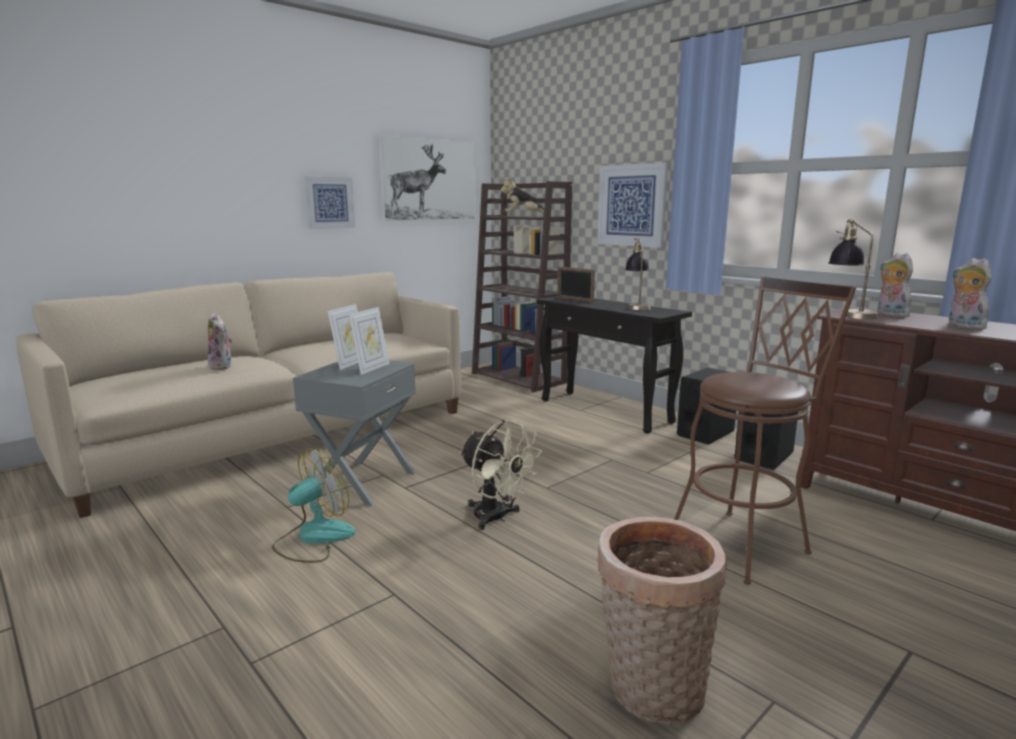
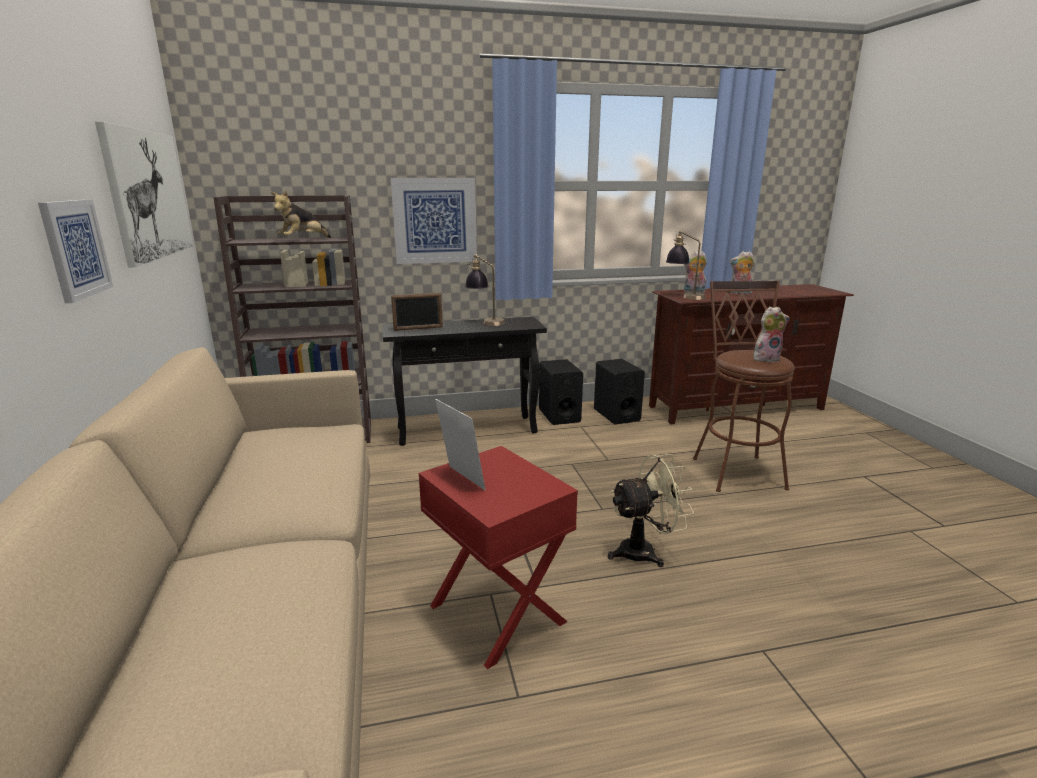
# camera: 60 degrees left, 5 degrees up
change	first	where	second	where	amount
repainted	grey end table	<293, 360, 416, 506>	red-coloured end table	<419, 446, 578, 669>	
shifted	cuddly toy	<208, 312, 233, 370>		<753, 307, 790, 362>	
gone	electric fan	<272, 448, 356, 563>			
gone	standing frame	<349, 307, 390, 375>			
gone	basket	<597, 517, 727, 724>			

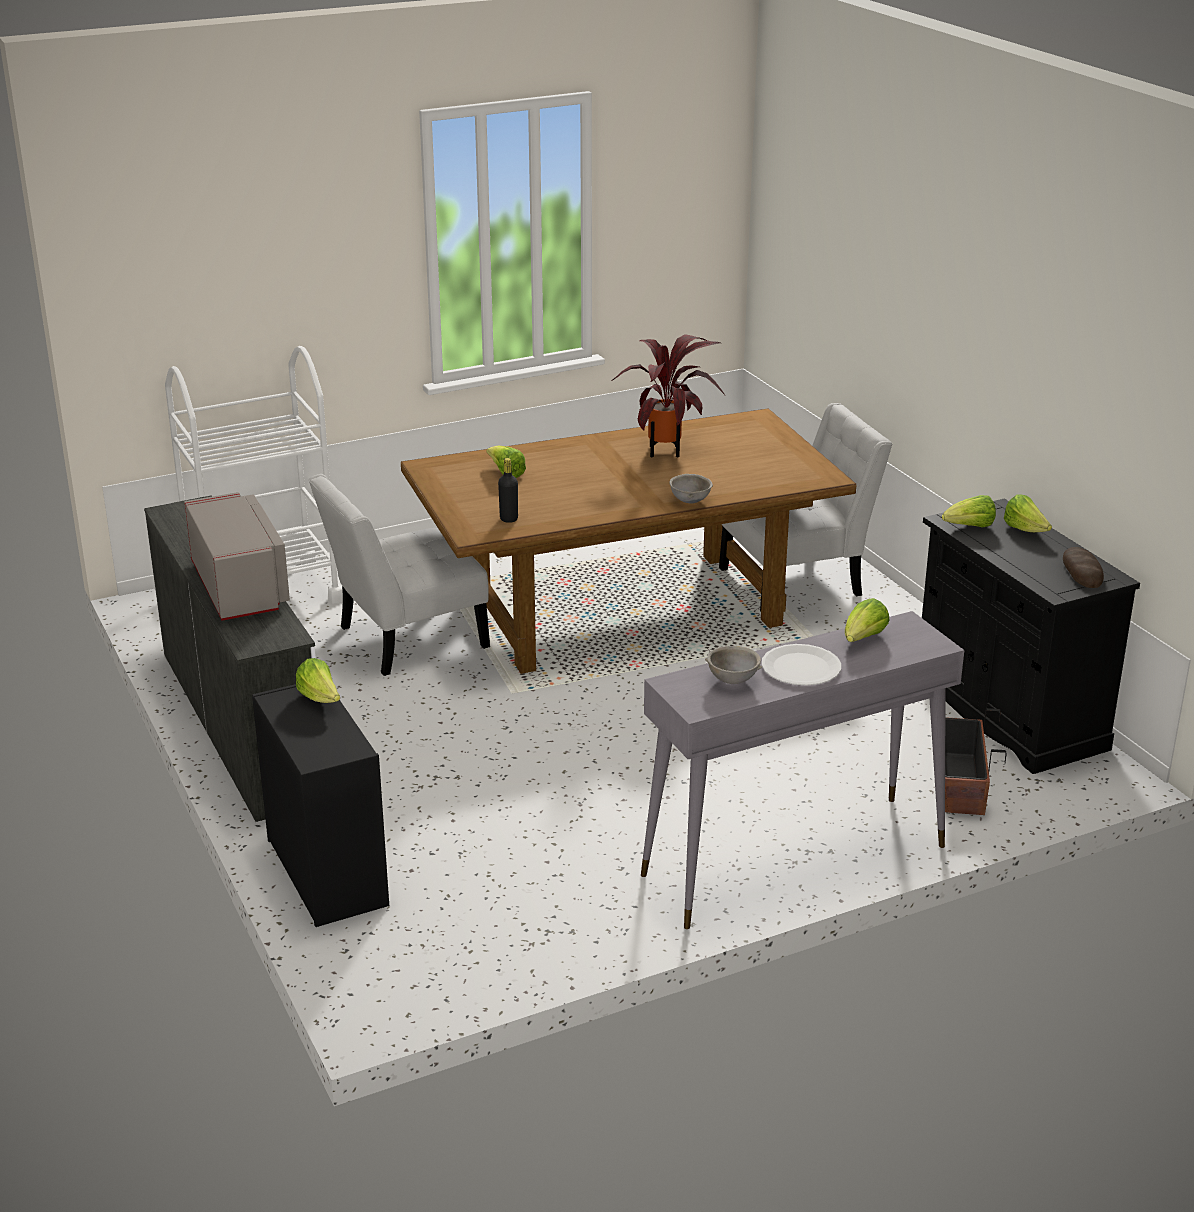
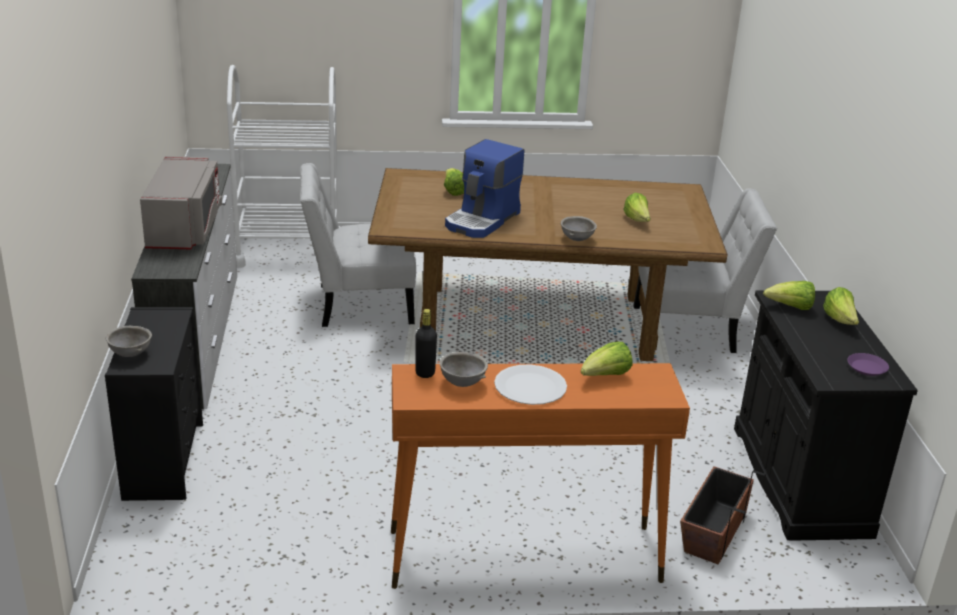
# camera: 20 degrees right, 0 degrees up
change	first	where	second	where	amount
new			grey serving bowl	<106, 326, 152, 357>	
repainted	grey narrow table	<641, 611, 964, 929>	orangey narrow table	<391, 363, 690, 589>	
shifted	blackish beverage bottle	<498, 458, 518, 523>		<415, 309, 437, 378>	
new			coffee brewer	<445, 139, 524, 238>	
shifted	lettuce head	<296, 658, 340, 703>		<623, 193, 651, 222>	
swapped	baked bread	<1063, 547, 1104, 588>	purple-coloured dinner plate	<847, 353, 889, 376>	
gone	houseplant	<611, 334, 725, 457>			

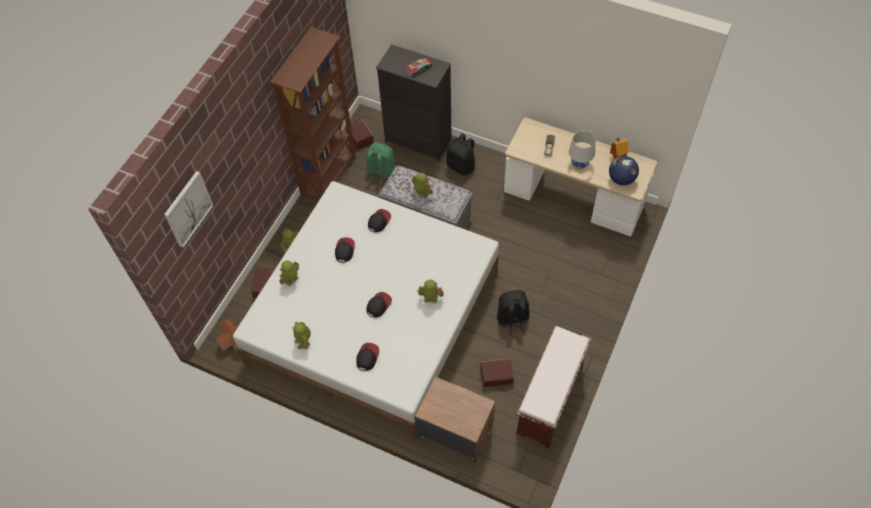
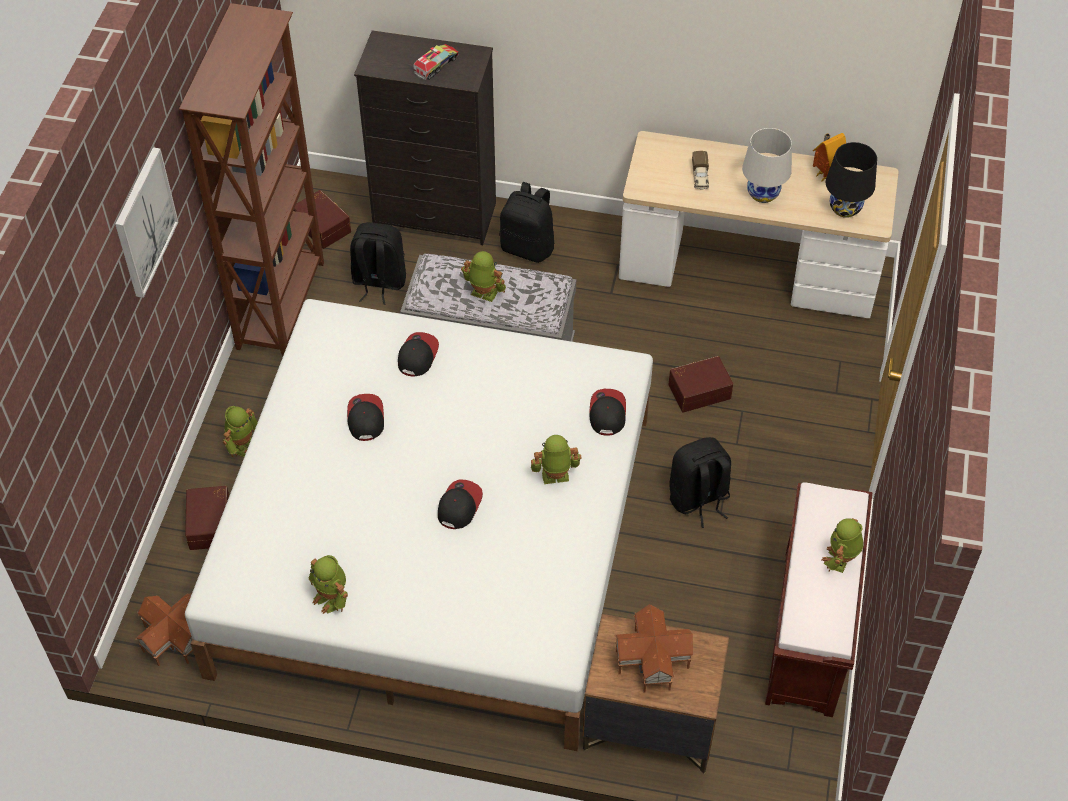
# camera: 15 degrees left, 5 degrees down
change	first	where	second	where	amount
shifted	wall picture	<164, 171, 213, 248>		<115, 147, 178, 298>	
repainted	greenish backpack	<366, 142, 395, 185>	blackish backpack	<350, 222, 406, 305>	
shifted	baseball cap	<356, 343, 379, 371>		<589, 389, 626, 436>	
new			toy house	<614, 604, 694, 692>	
shifted	brown-coloured storage box	<480, 358, 514, 387>		<668, 356, 733, 413>	
shifted	robot figure	<279, 260, 299, 286>		<821, 518, 863, 573>	
swapped	desk globe	<609, 156, 639, 185>	blackish tabletop lamp	<826, 142, 877, 218>	

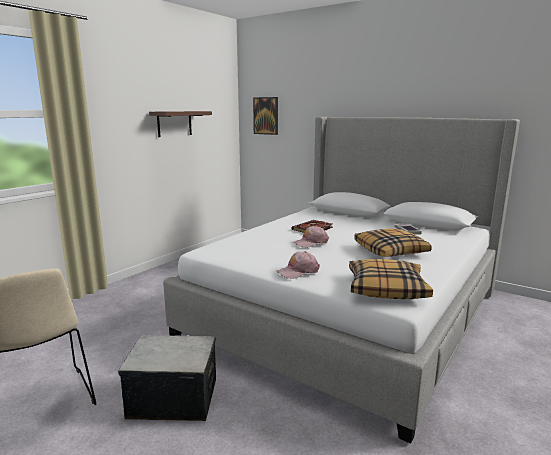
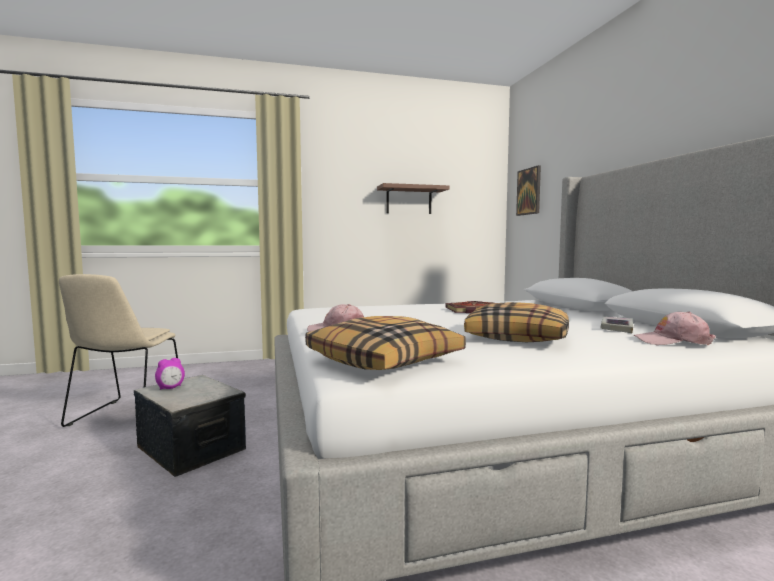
# camera: 40 degrees right, 10 degrees down
change	first	where	second	where	amount
new			bedside clock	<155, 358, 185, 390>	
shifted	pinkish baseball cap	<293, 226, 329, 248>		<634, 311, 716, 345>	

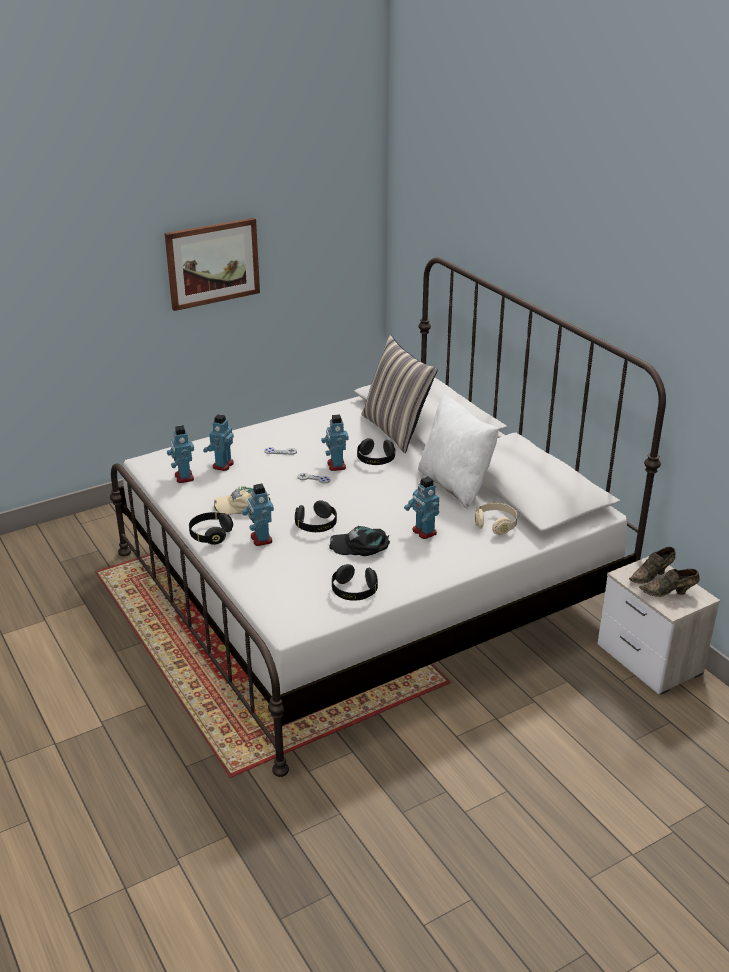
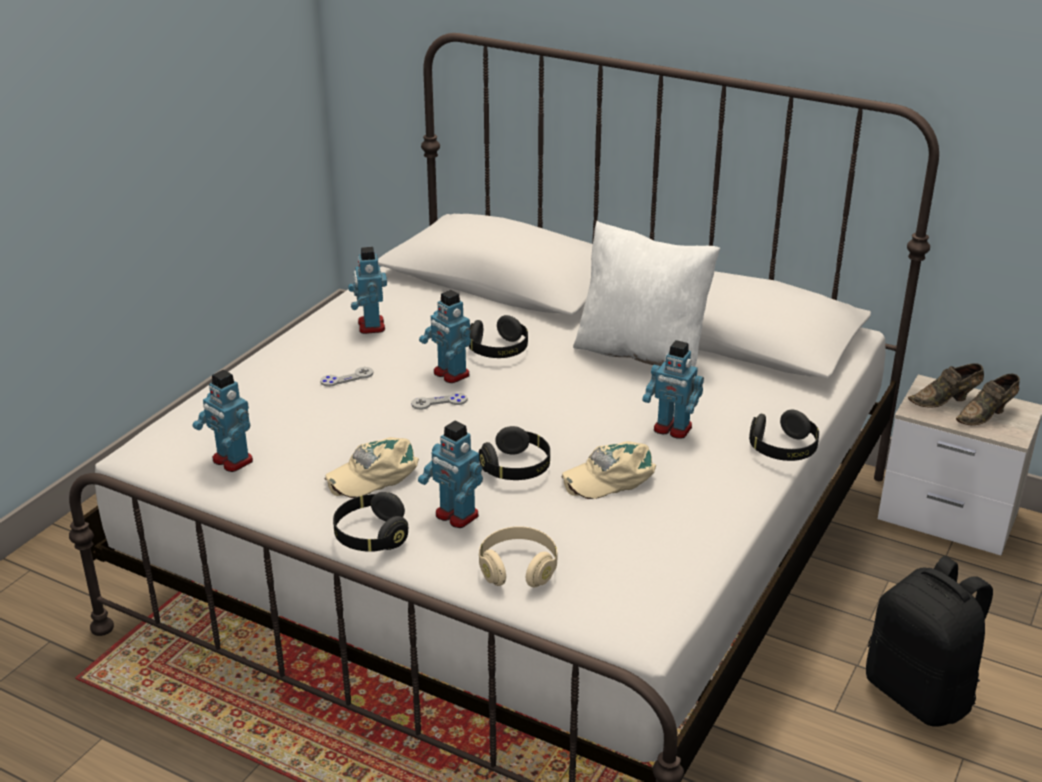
# camera: 30 degrees left, 0 degrees up
change	first	where	second	where	amount
shifted	robot figure	<203, 414, 234, 471>		<348, 247, 387, 334>	
shifted	sand-coloured pair of headphones	<475, 503, 517, 535>		<479, 526, 557, 587>	
repainted	blackish baseball cap	<329, 526, 390, 556>	sand-coloured baseball cap	<561, 441, 656, 499>	
shifted	blackish pair of headphones	<332, 564, 378, 601>		<749, 410, 819, 461>	
new			blackish backpack	<866, 556, 993, 726>	
rotated	brown-coloured item of footwear	<629, 547, 675, 584>		<908, 363, 984, 407>	45 degrees clockwise
gone	wall picture	<165, 218, 260, 311>			
gone	throw pillow	<361, 335, 438, 453>			

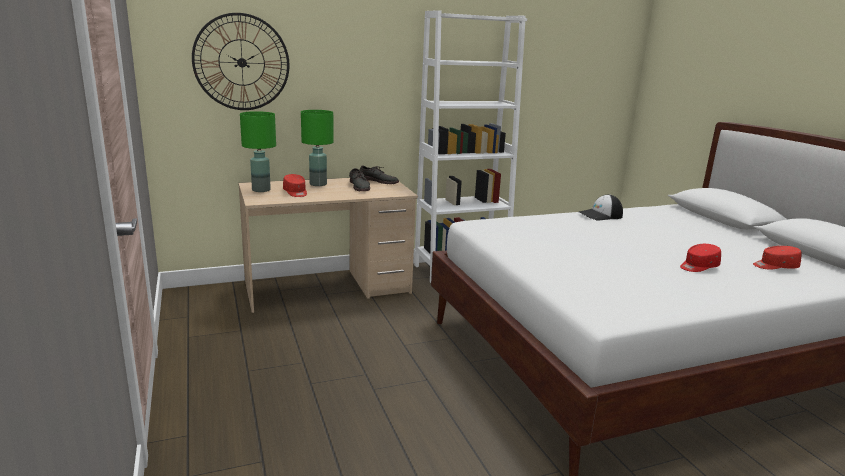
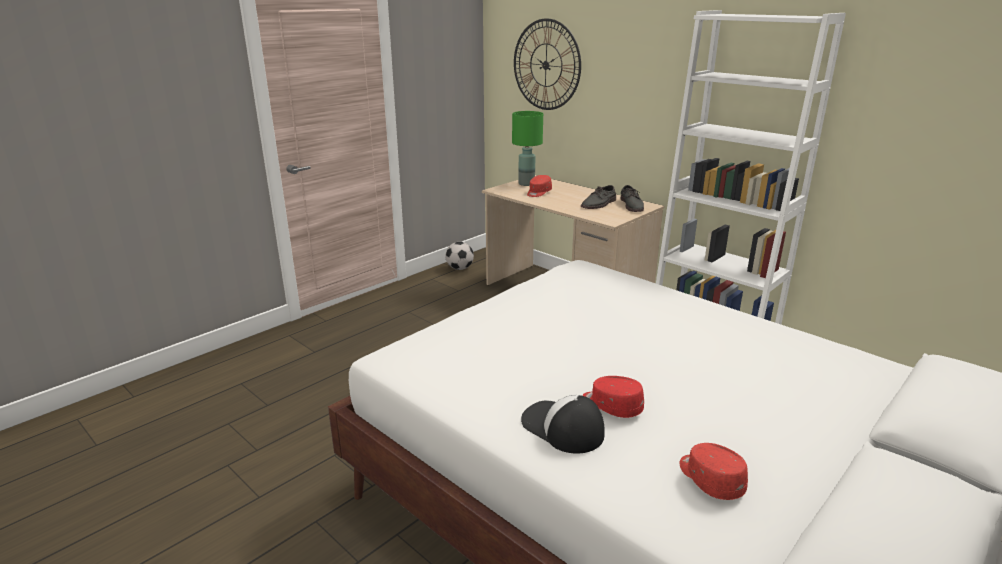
# camera: 65 degrees right, 5 degrees up
change	first	where	second	where	amount
new			ball for football	<446, 242, 474, 270>	
shifted	baseball cap	<579, 194, 623, 220>		<521, 395, 605, 454>	
gone	greenish tabletop lamp	<301, 110, 334, 186>			

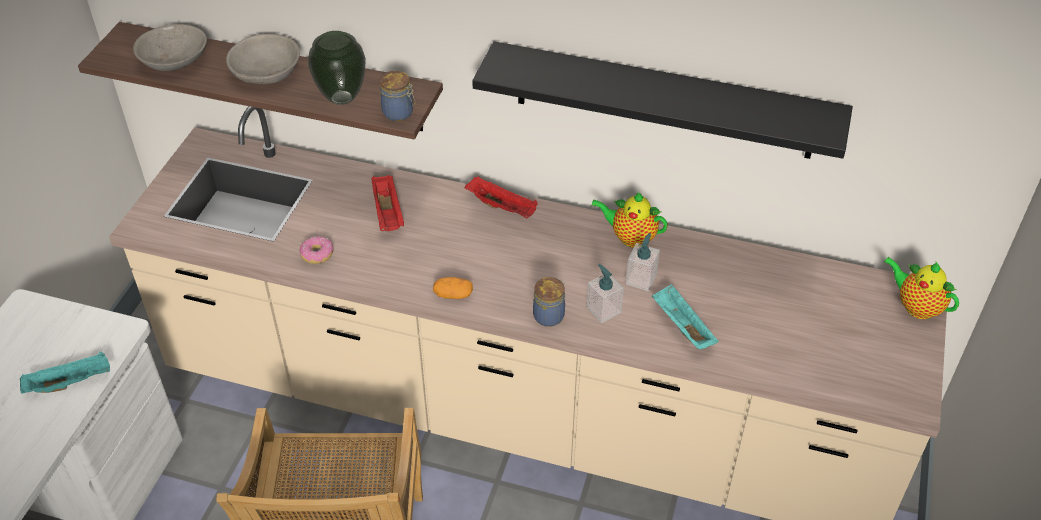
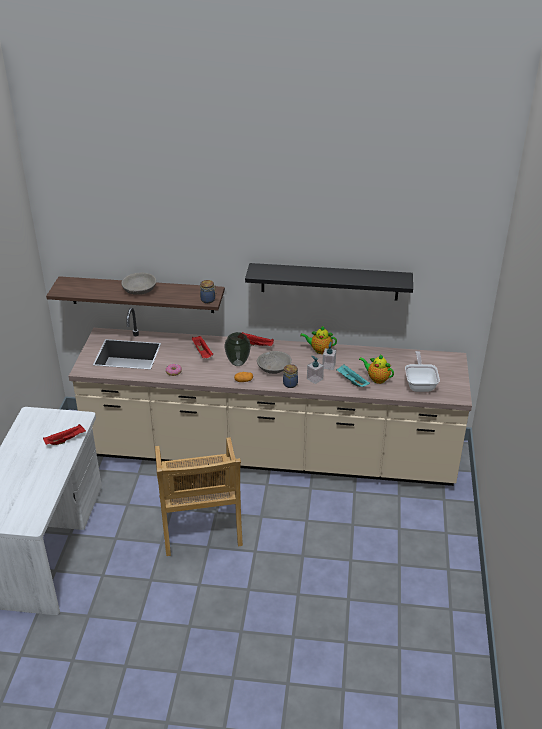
# camera: 10 degrees left, 10 degrees down
change	first	where	second	where	amount
repainted	blue-green carrying tray	<20, 352, 110, 394>	red-coloured carrying tray	<43, 424, 86, 445>	
shifted	vase	<308, 31, 366, 105>		<224, 332, 251, 366>	
shifted	grey serving bowl	<133, 24, 207, 71>		<257, 351, 292, 374>	
shifted	teapot	<884, 257, 959, 319>		<359, 354, 394, 384>	
new			pan	<405, 351, 440, 392>	

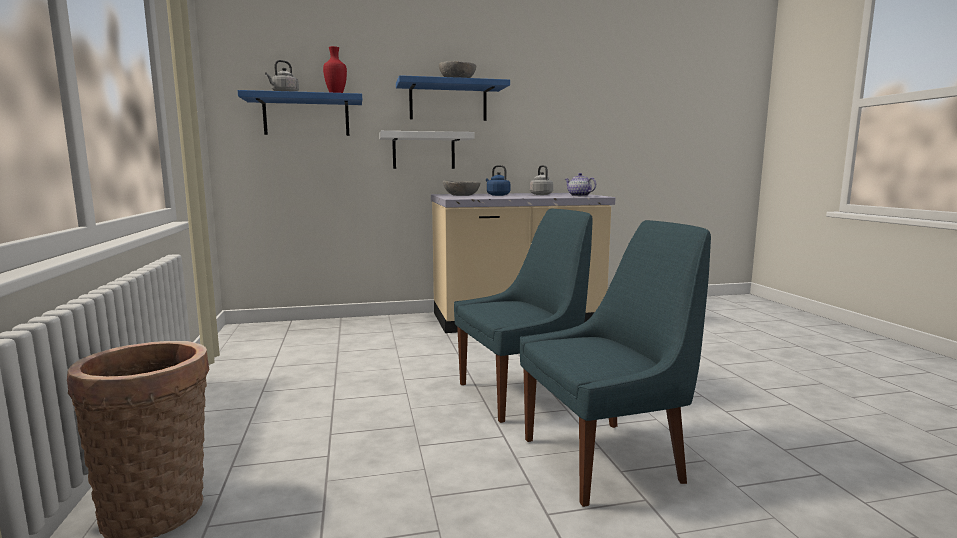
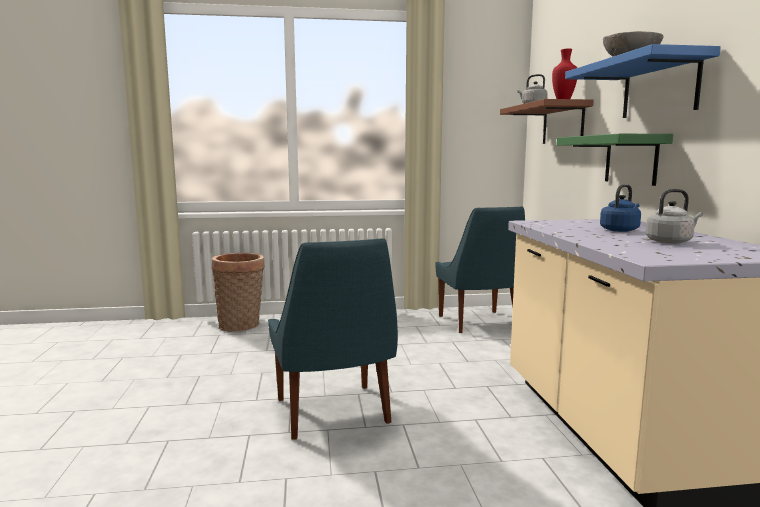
# camera: 95 degrees right, 0 degrees up
change	first	where	second	where	amount
shifted	blue plain chair	<520, 220, 711, 507>		<435, 207, 525, 333>	
repainted	blue bracket shelf	<238, 90, 362, 136>	brown-coloured bracket shelf	<500, 99, 594, 144>	
repainted	whitish bracket shelf	<379, 131, 475, 169>	greenish bracket shelf	<556, 134, 673, 186>	
gone	grey serving bowl	<443, 180, 480, 196>			
gone	teapot	<565, 173, 596, 196>			

